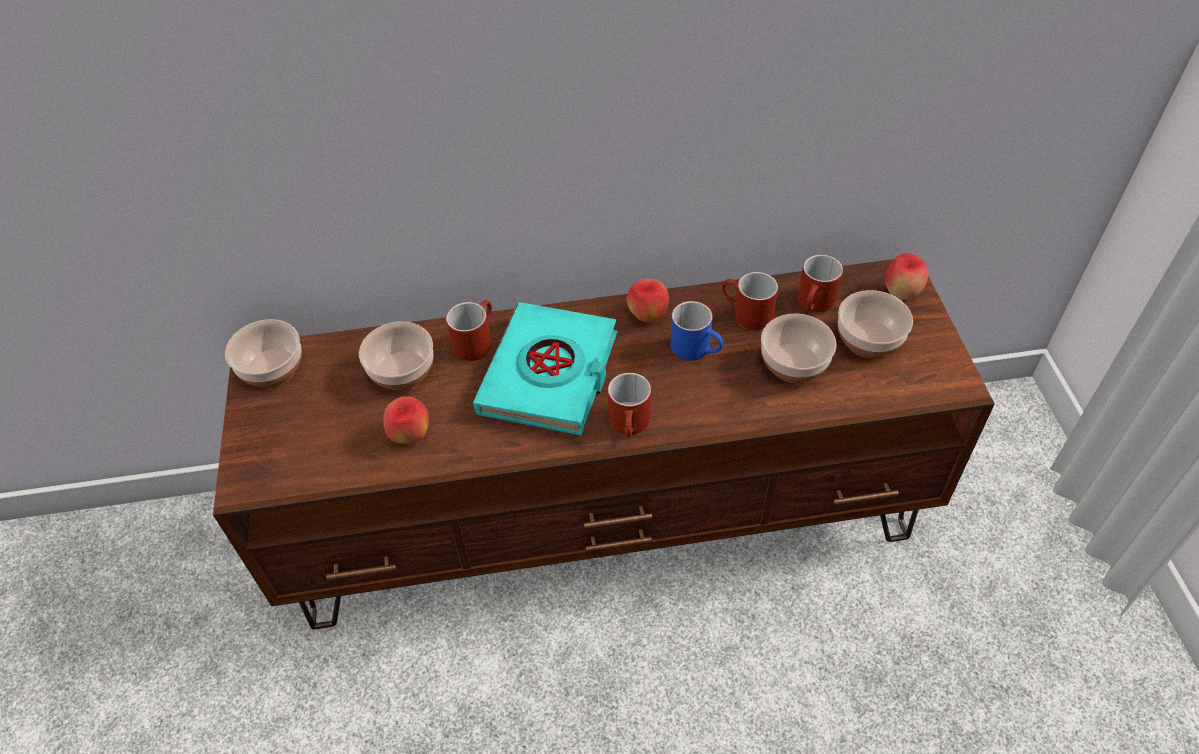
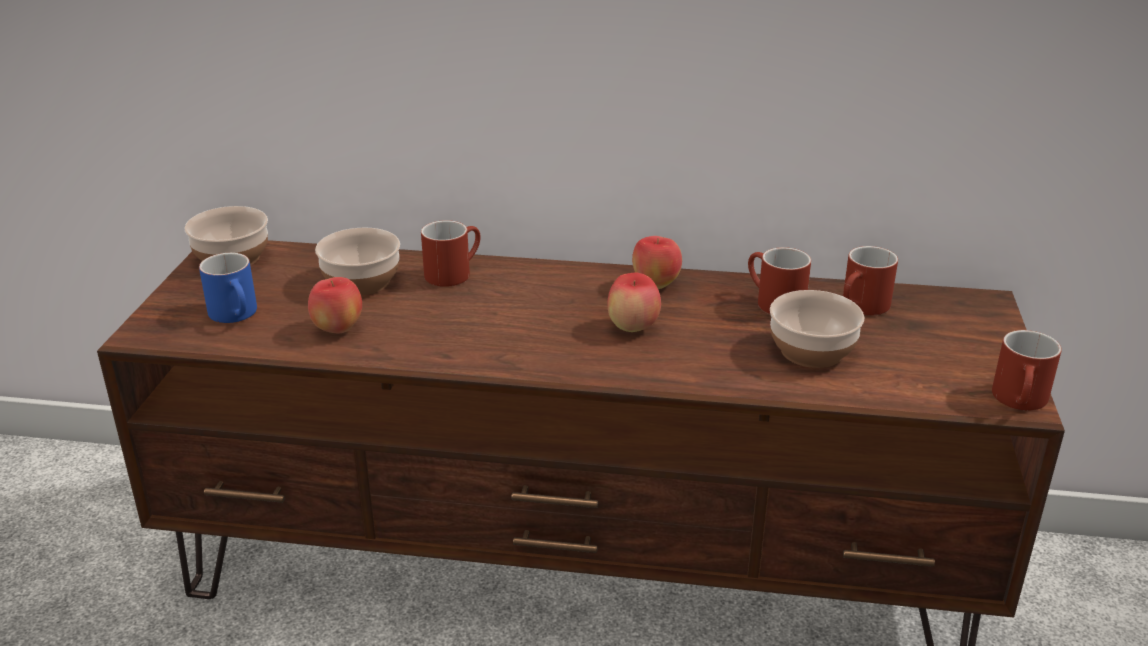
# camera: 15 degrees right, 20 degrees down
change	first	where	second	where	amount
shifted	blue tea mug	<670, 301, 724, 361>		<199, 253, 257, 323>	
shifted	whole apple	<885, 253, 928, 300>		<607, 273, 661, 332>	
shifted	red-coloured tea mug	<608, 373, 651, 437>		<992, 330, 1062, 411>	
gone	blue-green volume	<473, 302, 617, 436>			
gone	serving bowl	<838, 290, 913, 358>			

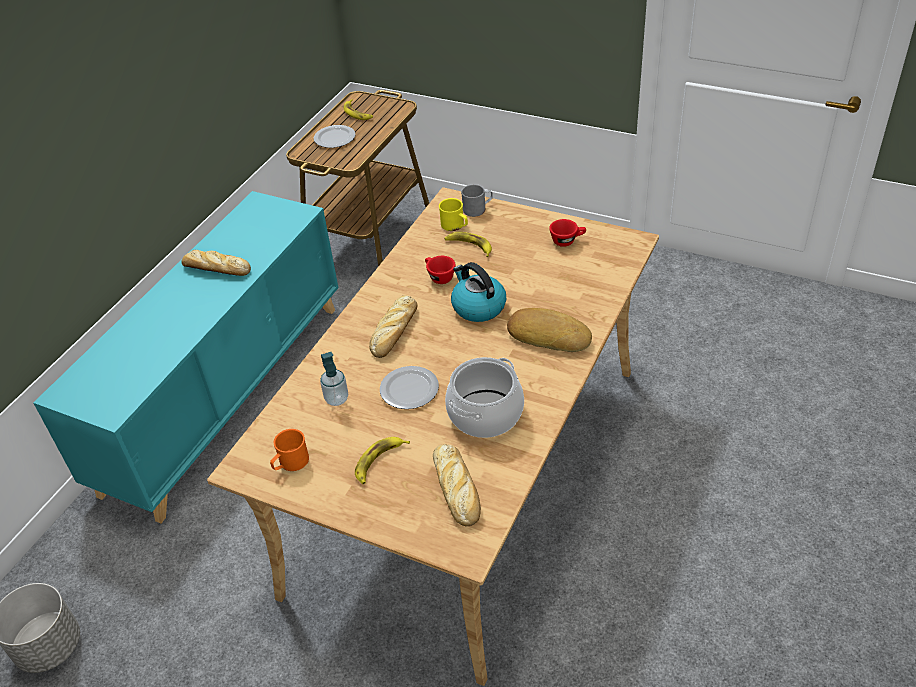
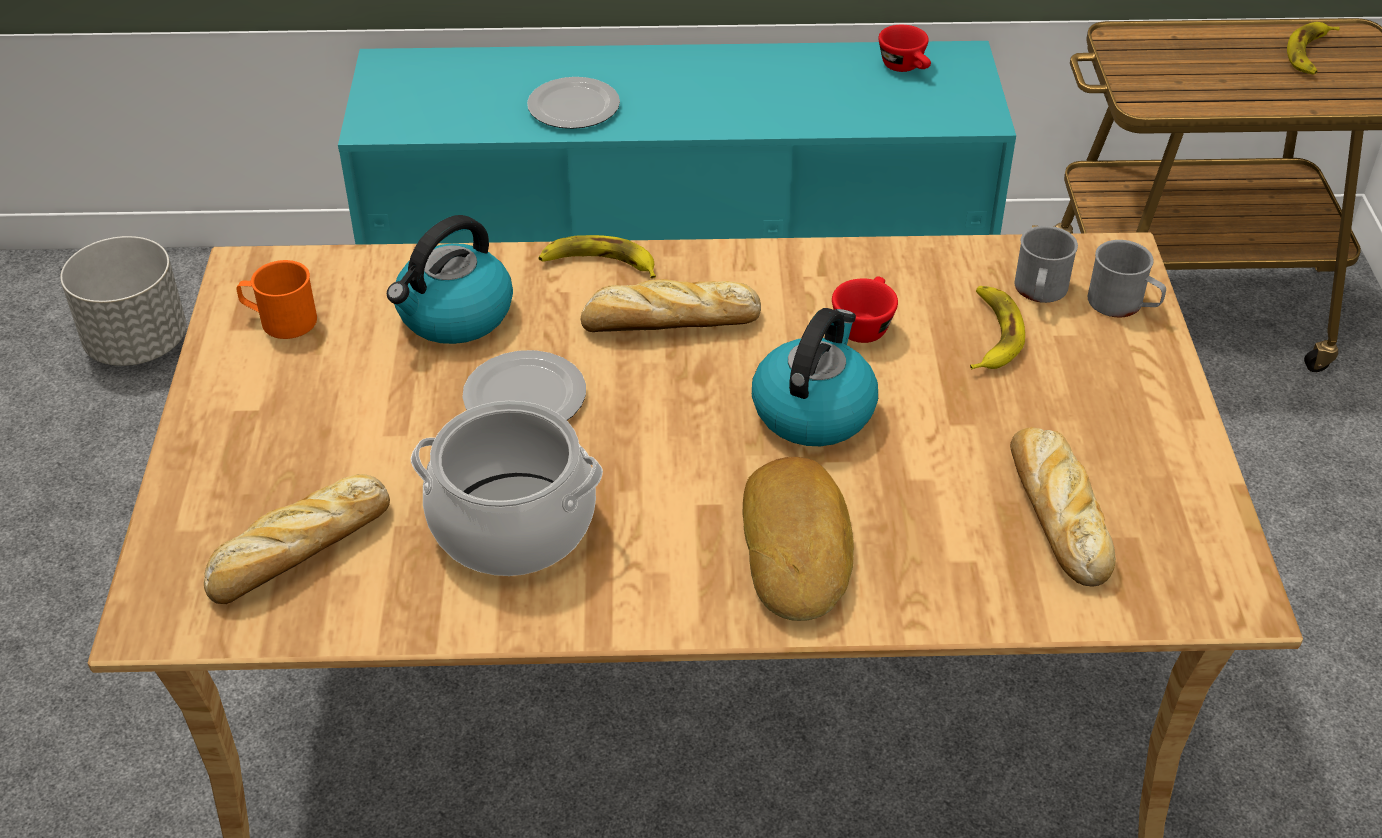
# camera: 60 degrees right, 0 degrees up
change	first	where	second	where	amount
swapped	liquid soap bottle	<320, 352, 348, 406>	tea kettle	<387, 215, 513, 344>	
shifted	dinner plate	<314, 125, 356, 148>		<527, 77, 620, 129>	
shifted	banana fruit	<355, 437, 410, 484>		<538, 235, 656, 278>	
shifted	red-coloured cup	<549, 219, 586, 247>		<879, 25, 931, 72>	
shifted	baked bread	<182, 250, 251, 276>		<1010, 427, 1116, 587>	
repainted	yellowish tea mug	<439, 198, 468, 231>	grey tea mug	<1015, 226, 1078, 303>	

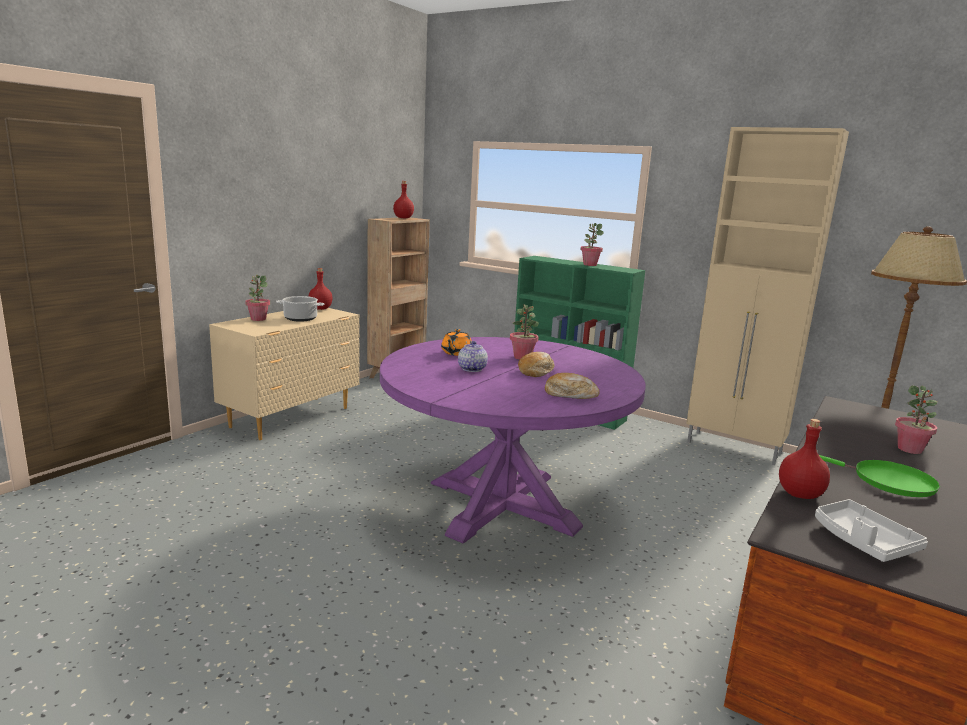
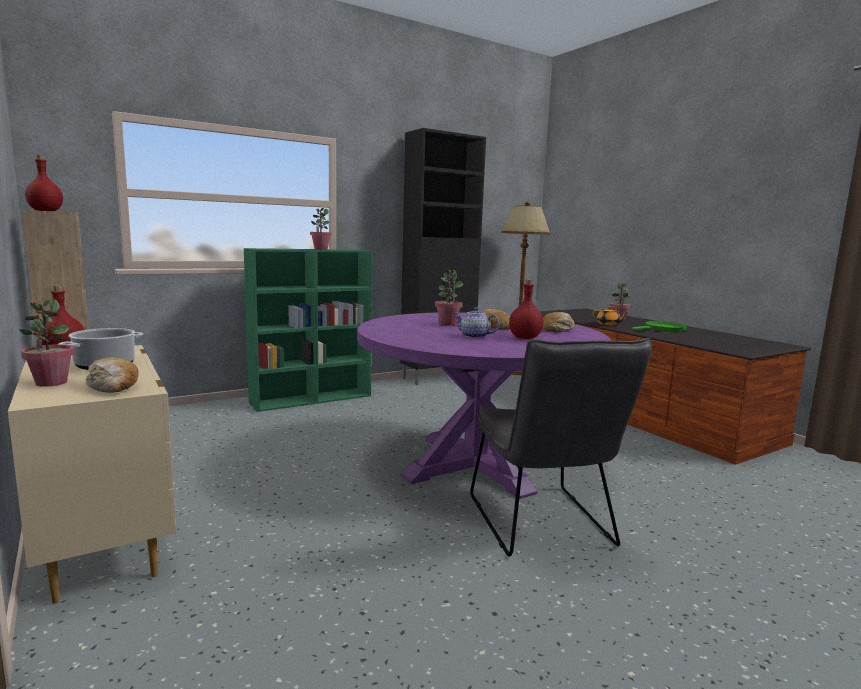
# camera: 65 degrees left, 5 degrees down
change	first	where	second	where	amount
new			baked bread	<86, 357, 139, 393>	
repainted	sand-coloured cabinet	<686, 127, 849, 465>	blackish cabinet	<400, 128, 486, 385>	
new			grey plain chair	<470, 338, 652, 556>	
shifted	red-coloured beverage bottle	<779, 419, 830, 499>		<509, 279, 544, 339>	
shifted	orangey teapot	<441, 329, 472, 356>		<593, 306, 627, 326>	
gone	grey carrying tray	<815, 499, 928, 562>			

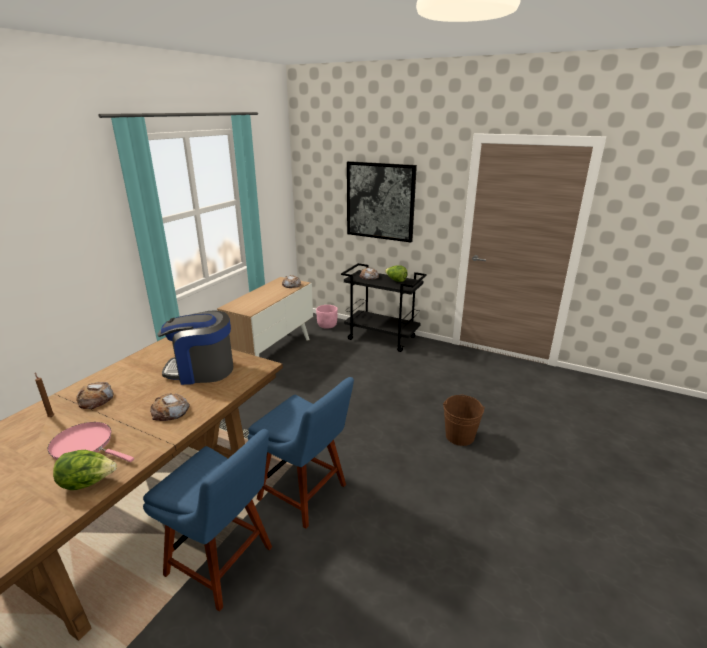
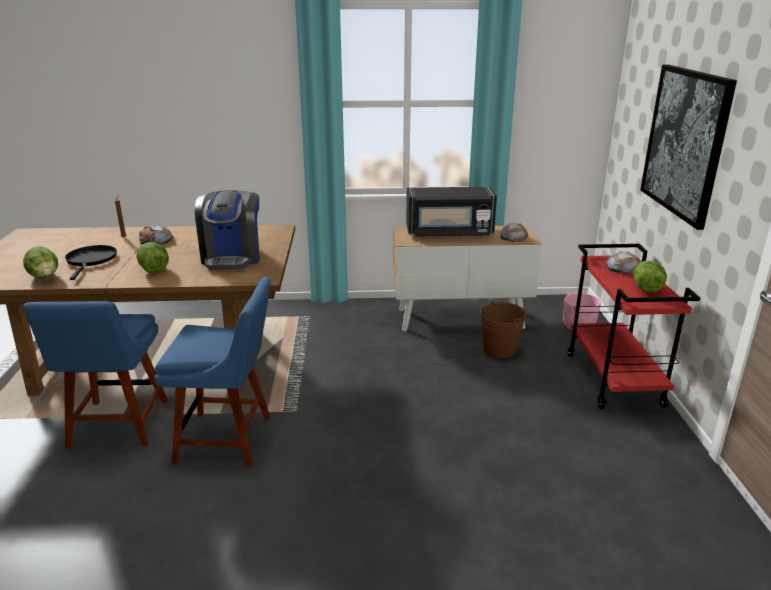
# camera: 60 degrees right, 0 degrees up
change	first	where	second	where	amount
repainted	pinkish pan	<48, 422, 134, 462>	blackish pan	<65, 245, 117, 280>	
swapped	baked bread	<150, 393, 190, 421>	lettuce head	<136, 242, 169, 273>	
rotated	blue plain chair	<248, 377, 354, 529>		<154, 277, 270, 467>	90 degrees counterclockwise
rotated	coffee brewer	<158, 311, 233, 385>		<195, 190, 260, 270>	150 degrees counterclockwise
new			blackish kitchen microwave	<406, 187, 497, 237>	
shifted	brown-coloured pail	<443, 394, 485, 446>		<480, 301, 526, 358>	
repainted	blackish cart	<341, 263, 427, 352>	red-coloured cart	<568, 244, 700, 409>	

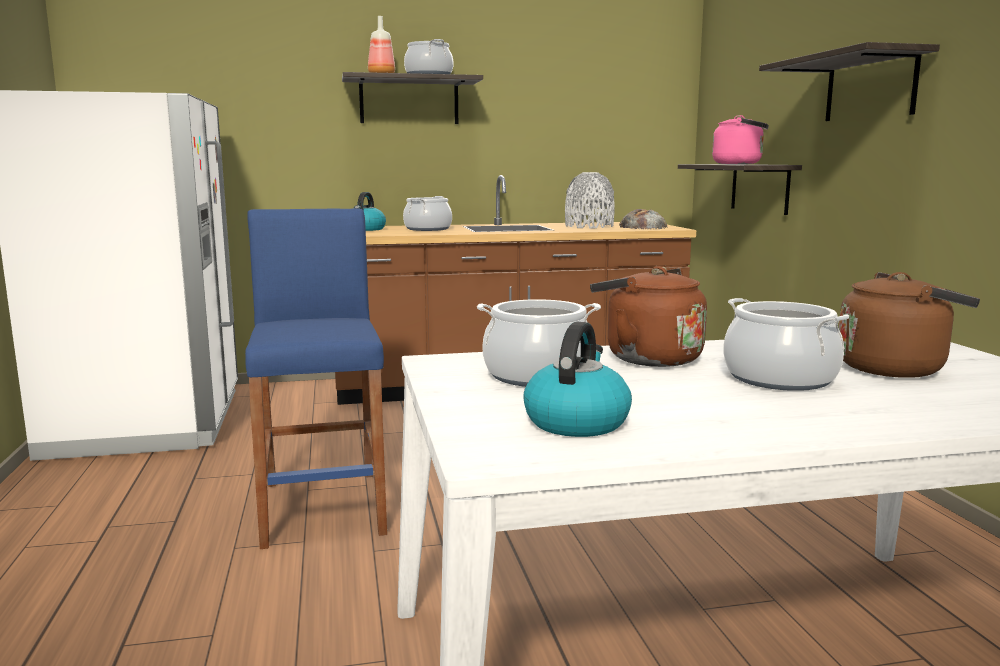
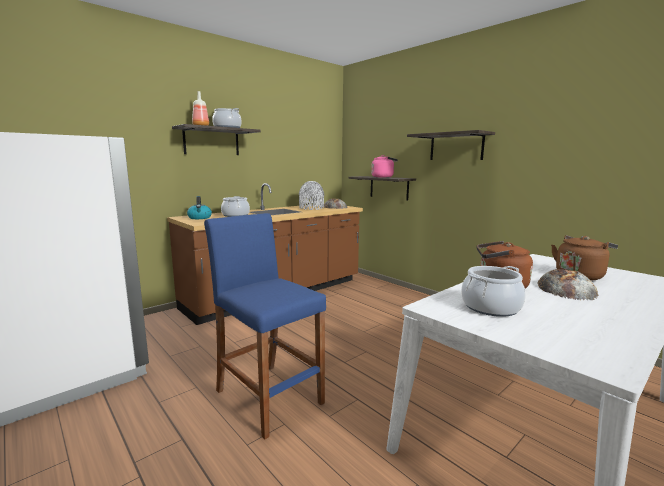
# camera: 30 degrees left, 0 degrees up
change	first	where	second	where	amount
swapped	saucepot	<723, 298, 849, 391>	baked bread	<537, 269, 599, 301>	
gone	tea kettle	<523, 322, 632, 437>			

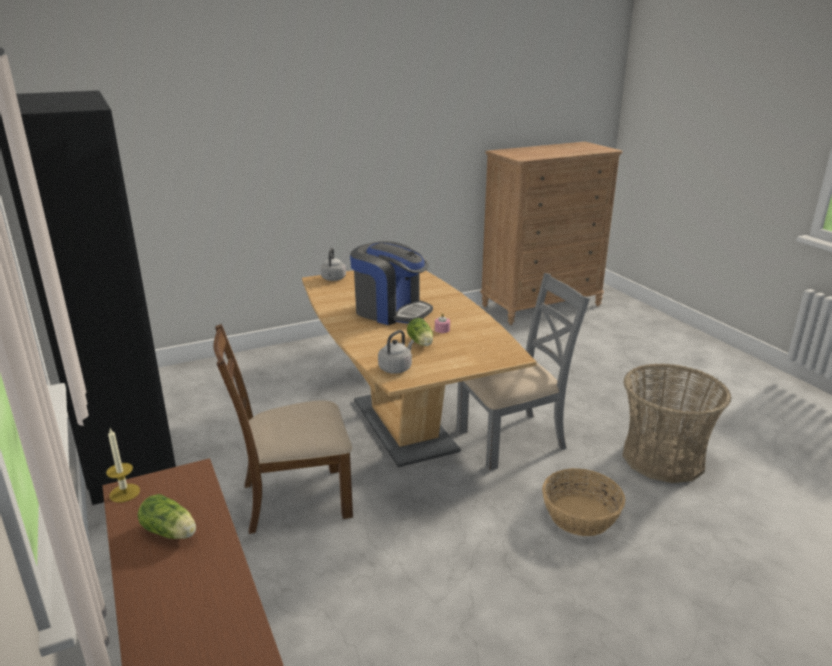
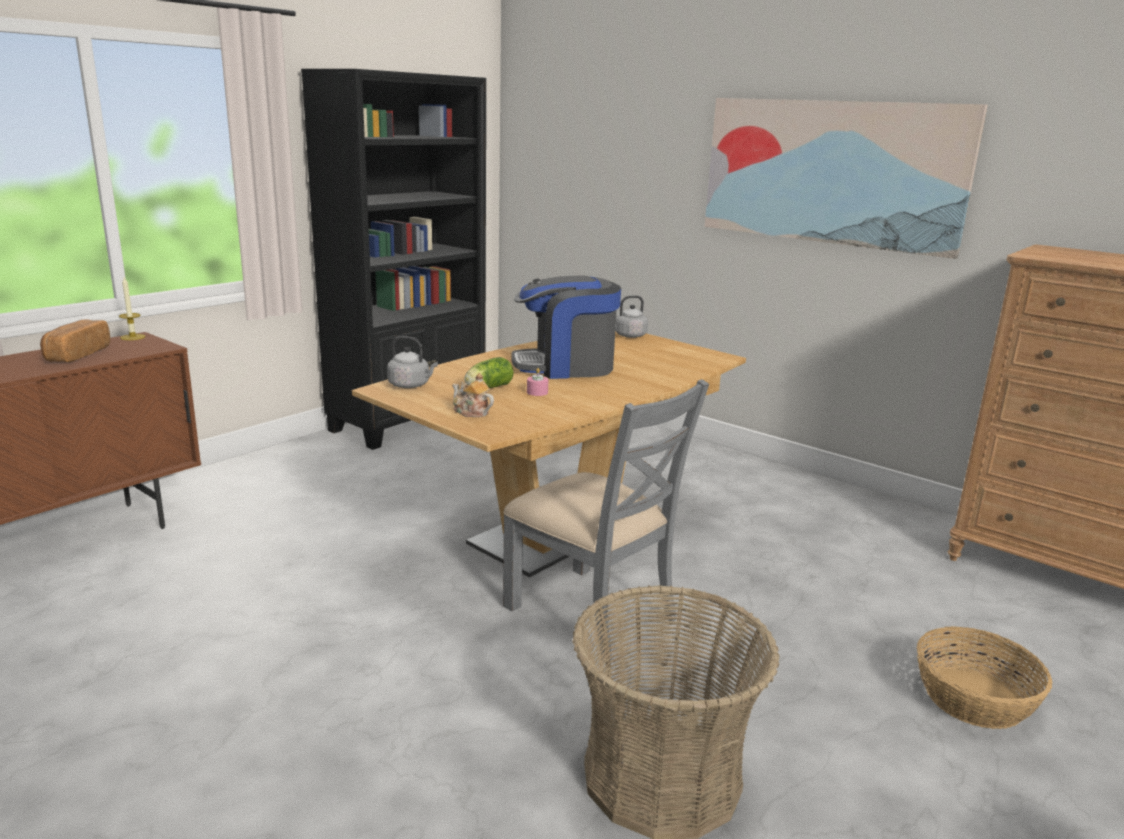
# camera: 65 degrees right, 5 degrees down
change	first	where	second	where	amount
swapped	lettuce head	<138, 494, 196, 539>	baked bread	<40, 319, 110, 362>	
new			teapot	<452, 373, 494, 417>	
rotated	coffee brewer	<350, 241, 433, 325>		<511, 276, 621, 379>	75 degrees clockwise
new			wall picture	<705, 98, 987, 259>	
shifted	basket	<542, 468, 625, 536>		<917, 626, 1052, 729>	
gone	brown-coloured plain chair	<213, 324, 353, 534>			

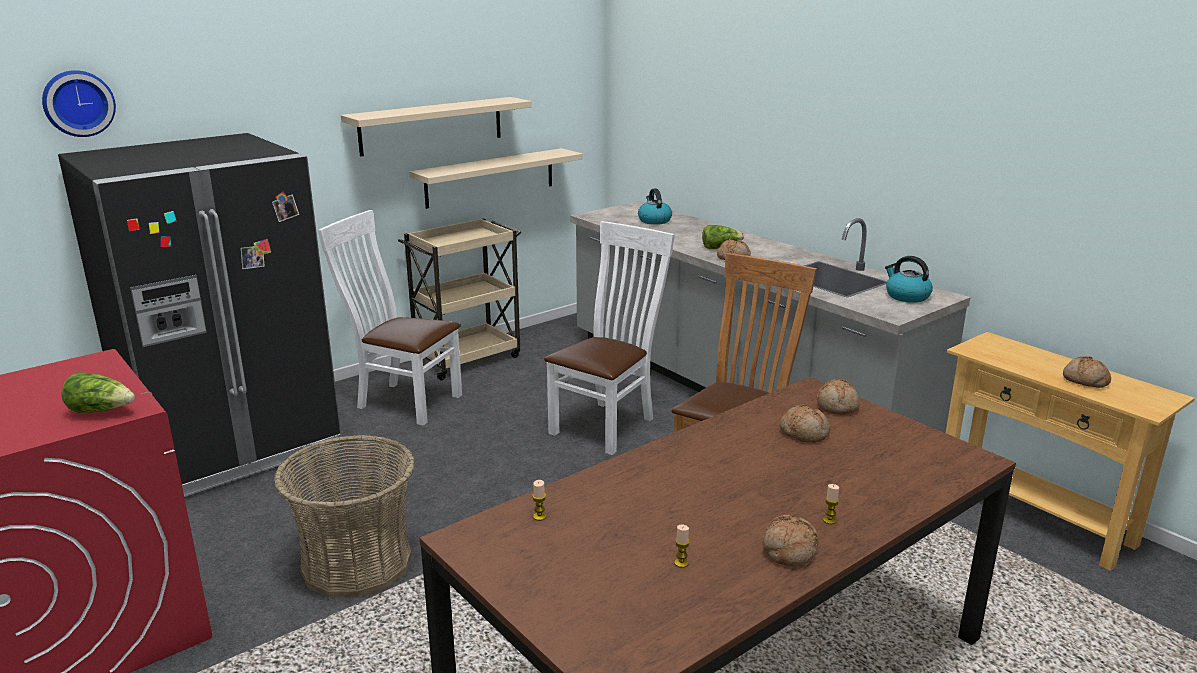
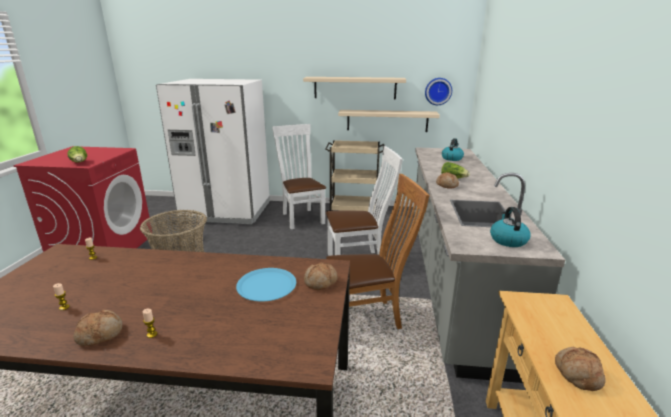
# camera: 45 degrees right, 0 degrees up
change	first	where	second	where	amount
repainted	blackish kitchen fridge	<58, 133, 341, 497>	whitish kitchen fridge	<156, 79, 270, 224>	
swapped	baked bread	<780, 404, 830, 443>	blue dinner plate	<236, 268, 296, 301>	
shifted	wall clock	<42, 70, 116, 137>		<425, 78, 452, 105>	

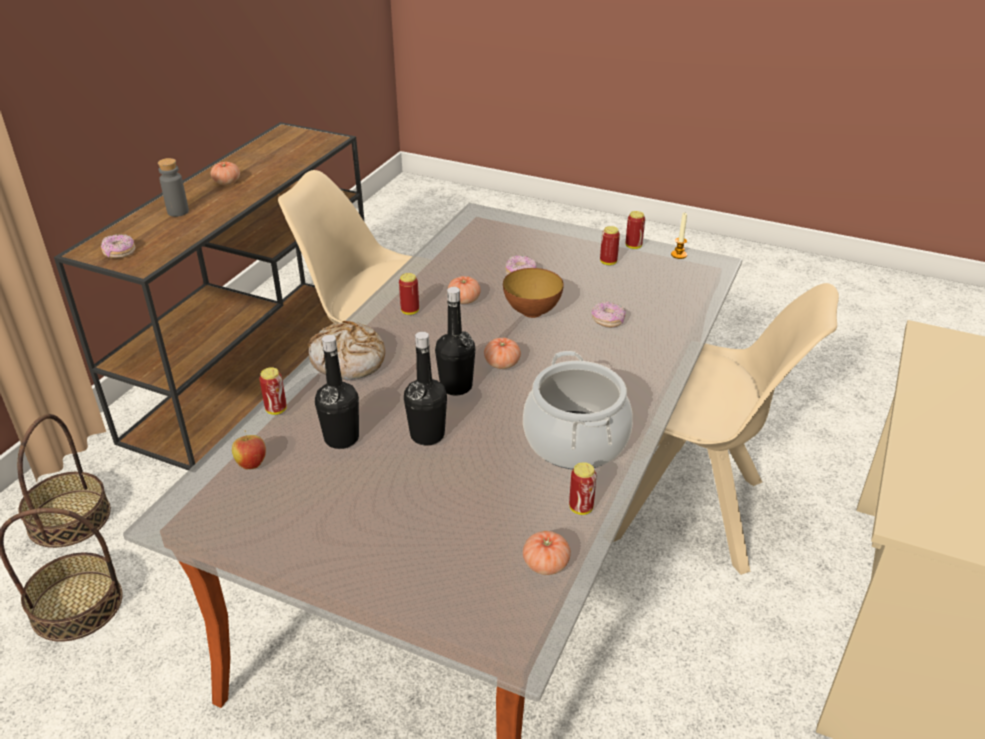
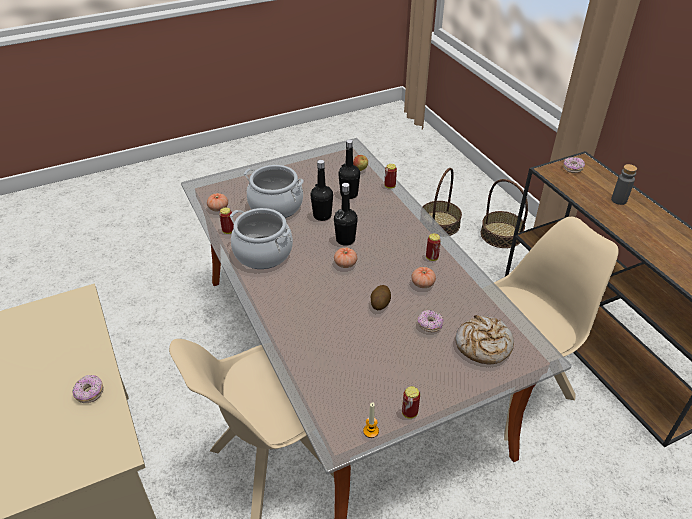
# camera: 130 degrees right, 5 degrees up
change	first	where	second	where	amount
shifted	ring doughnut	<592, 301, 626, 327>		<72, 375, 103, 403>	
new			saucepot	<244, 165, 304, 218>	
swapped	serving bowl	<503, 268, 564, 318>	spud	<371, 285, 391, 310>	
shifted	baked bread	<309, 321, 385, 380>		<455, 315, 514, 364>	
gone	whole tomato	<211, 162, 240, 185>			
gone	can	<600, 226, 620, 265>			

